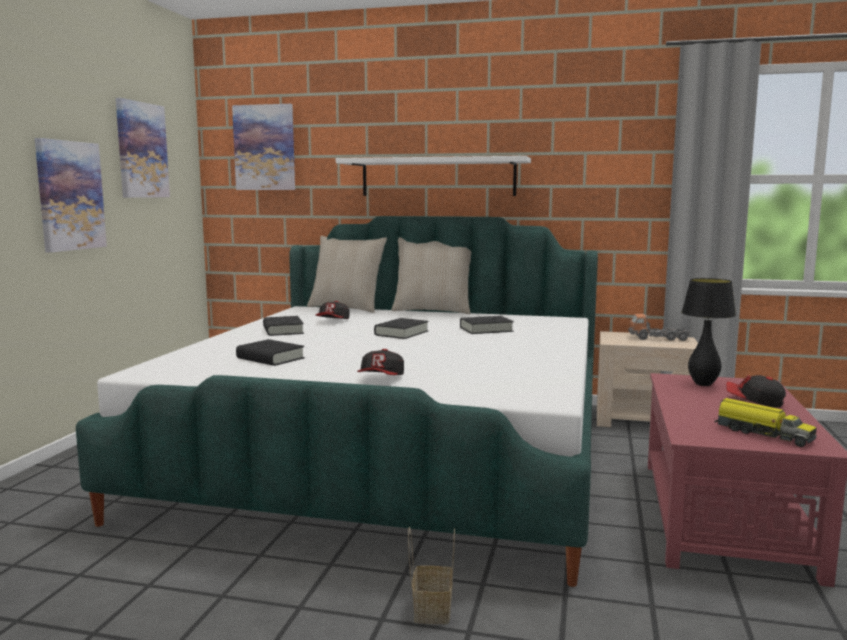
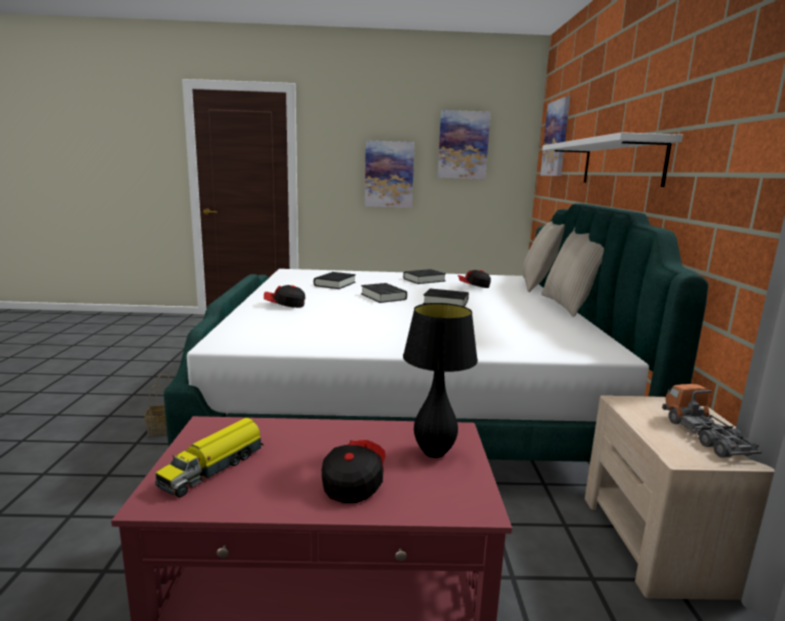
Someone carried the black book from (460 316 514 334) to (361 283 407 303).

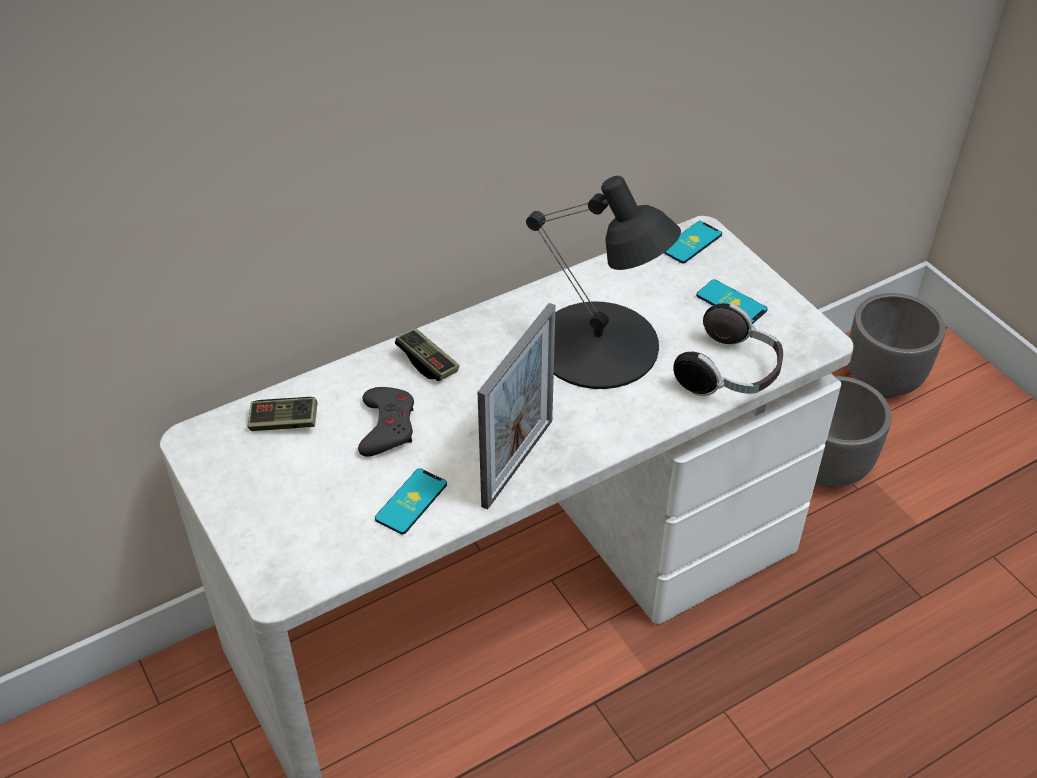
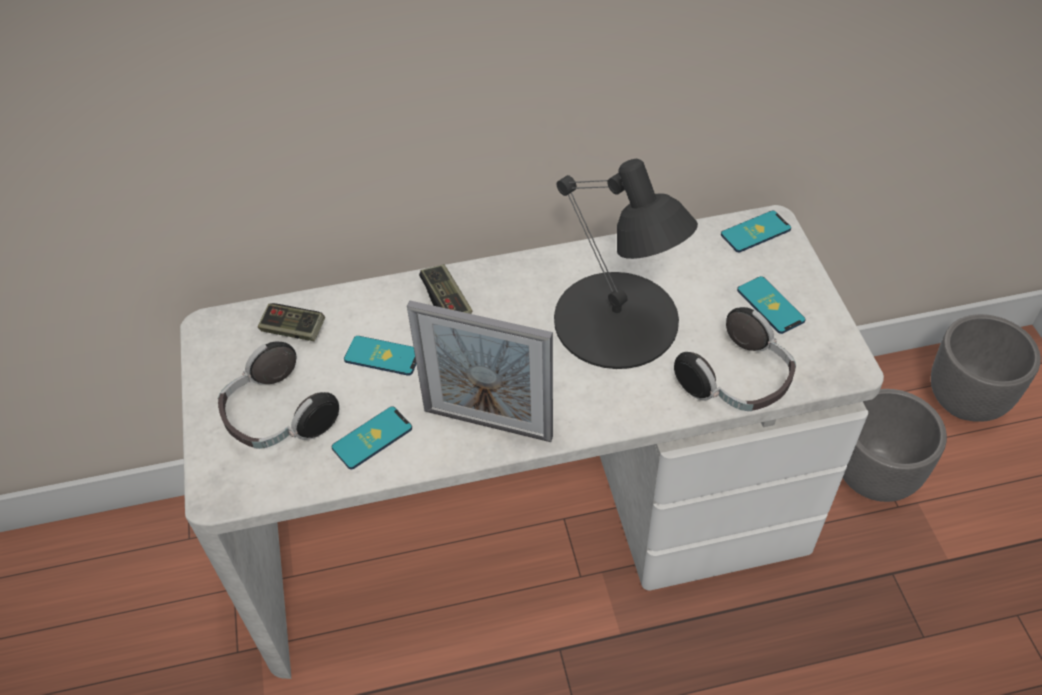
Someone put down the headphones at (218 342 339 449).
Someone swapped the grey game controller at (358 387 414 457) for the phone at (344 336 416 376).
Someone rotated the picture frame at (478 303 556 510) by 60 degrees clockwise.

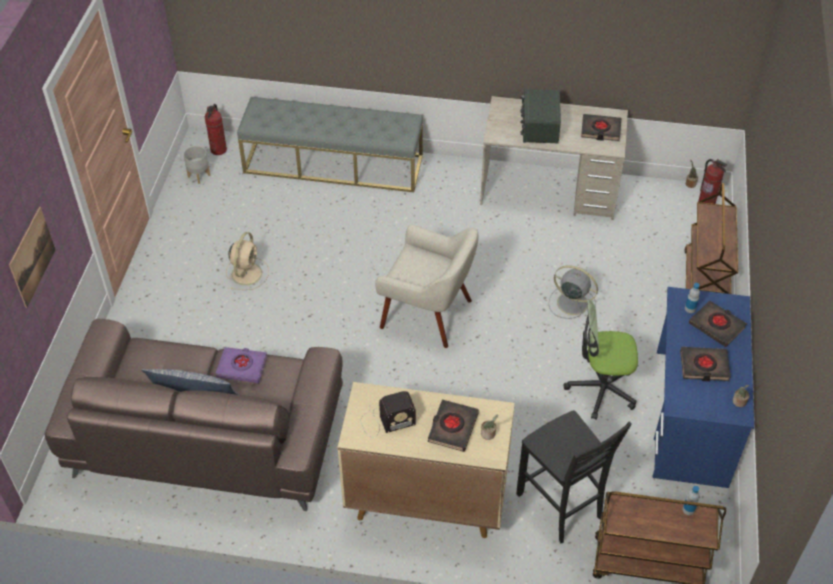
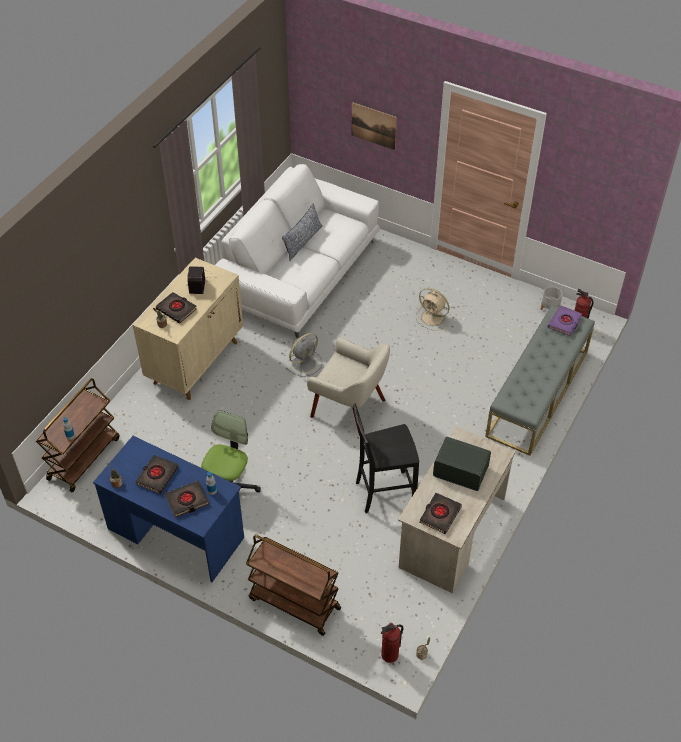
Someone repainted the brown sofa at (44 319 343 511), which became the white sofa at (215 164 380 338).
Someone carried the grey fan from (549 265 598 319) to (286 333 323 376).
Someone rotated the beige armchair at (375 225 478 348) by 105 degrees counterclockwise.
Someone carried the black chair from (516 410 632 543) to (353 403 419 513).
Someone carried the purple book from (215 347 267 383) to (548 305 582 336).

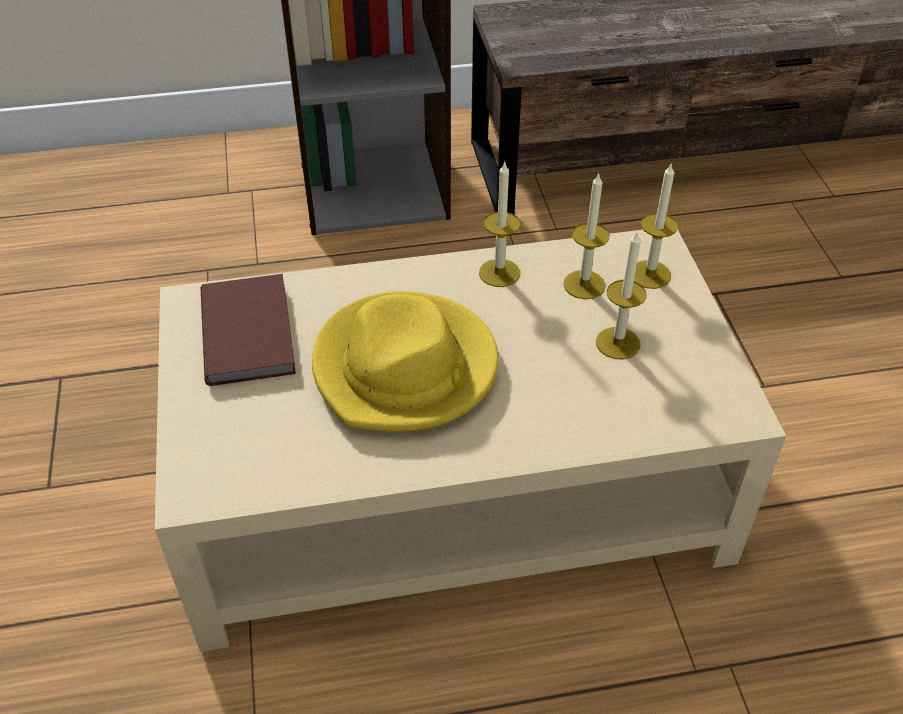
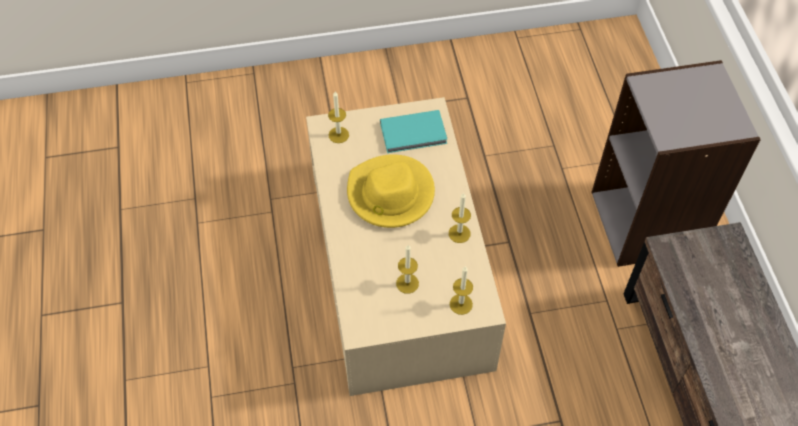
Someone carried the candle from (563 172 610 299) to (328 91 349 143).
Someone repainted the brown book at (201 274 296 386), which became the turquoise book at (380 110 448 153).

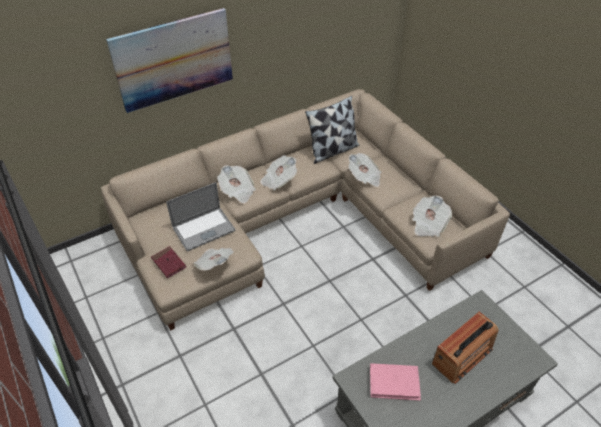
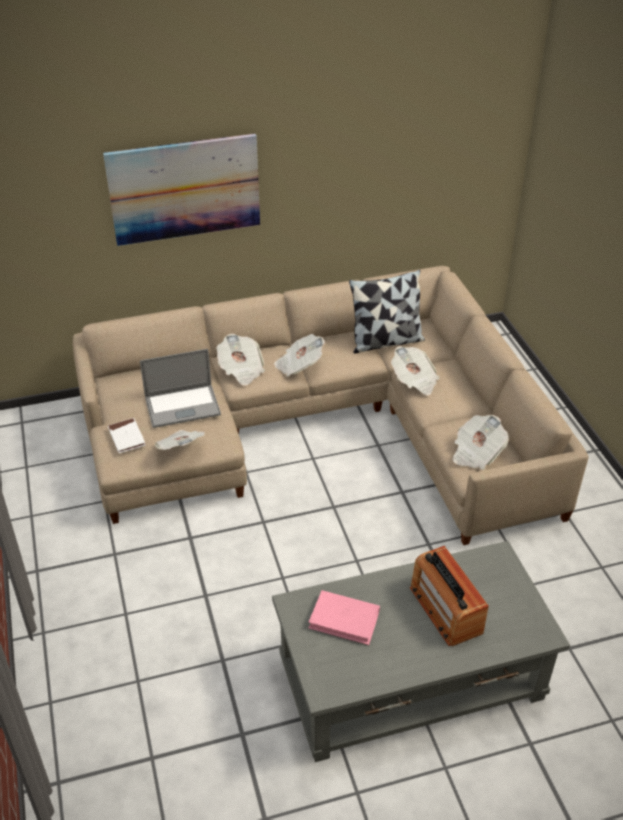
Someone repainted the red book at (151 246 186 278), which became the white book at (108 418 146 453).
Someone rotated the radio at (432 312 499 384) by 90 degrees clockwise.

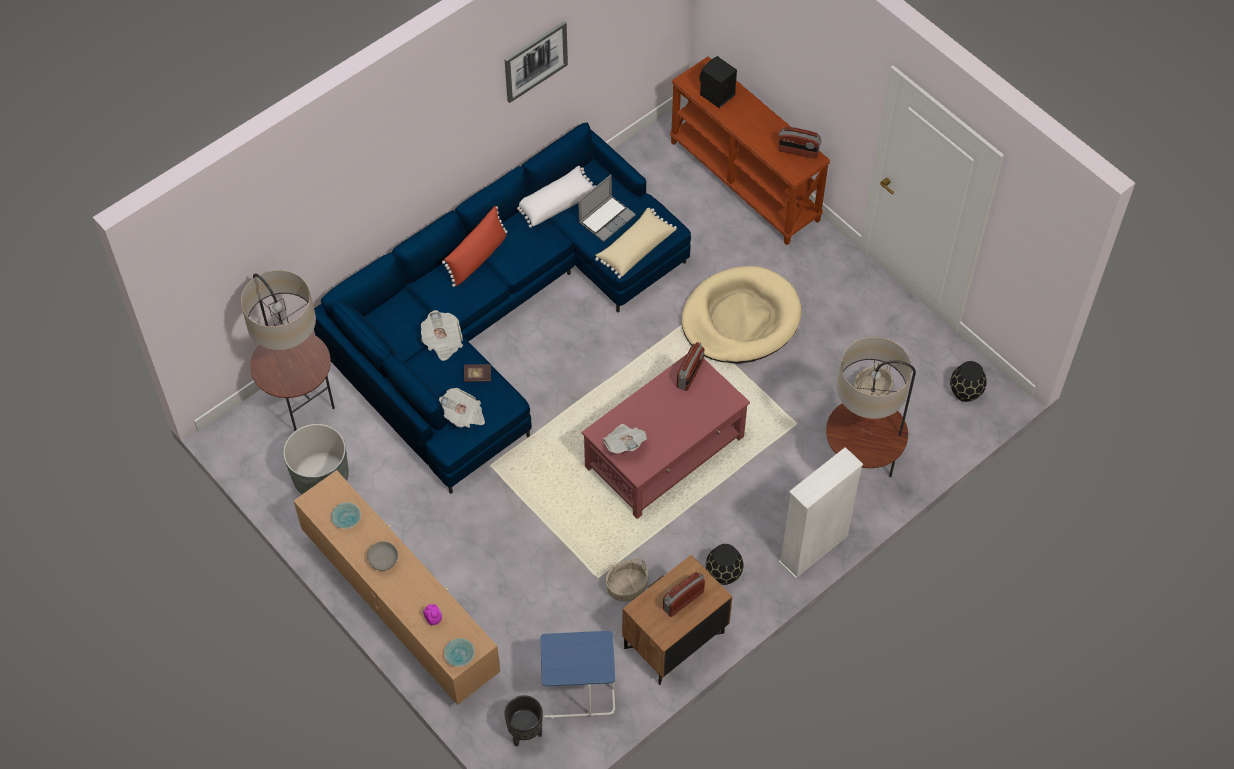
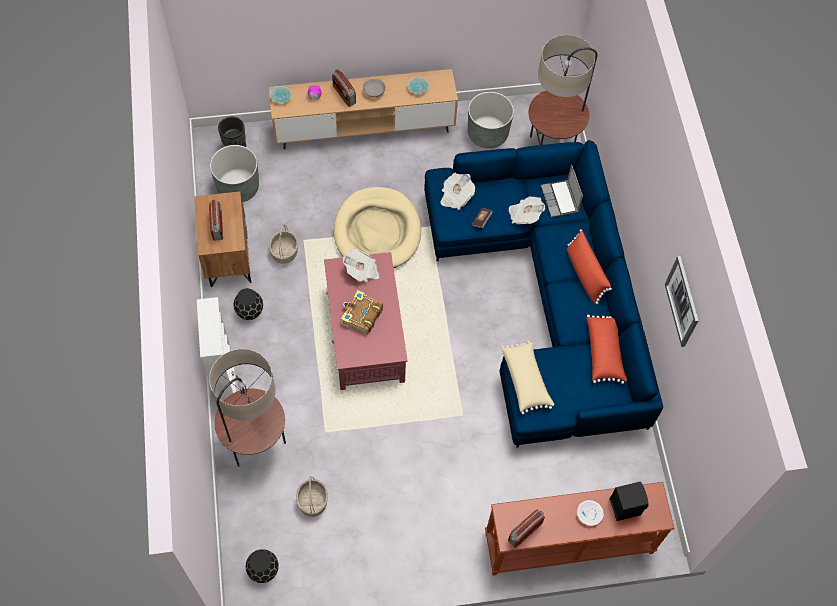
Someone swapped the blue side table at (540 631 615 718) for the grey planter at (210 145 259 202).
Someone carried the radio from (677 342 704 391) to (332 70 356 107).
Someone carried the beige dog bed from (681 266 802 363) to (334 187 421 268).
Someone put down the book at (341 290 383 335).
Someone carried the laptop from (578 175 636 242) to (541 164 583 217).
Someone put down the white bowl at (577 500 603 526).
Someone repainted the white pillow at (517 166 596 228), which became the red pillow at (587 315 627 384).

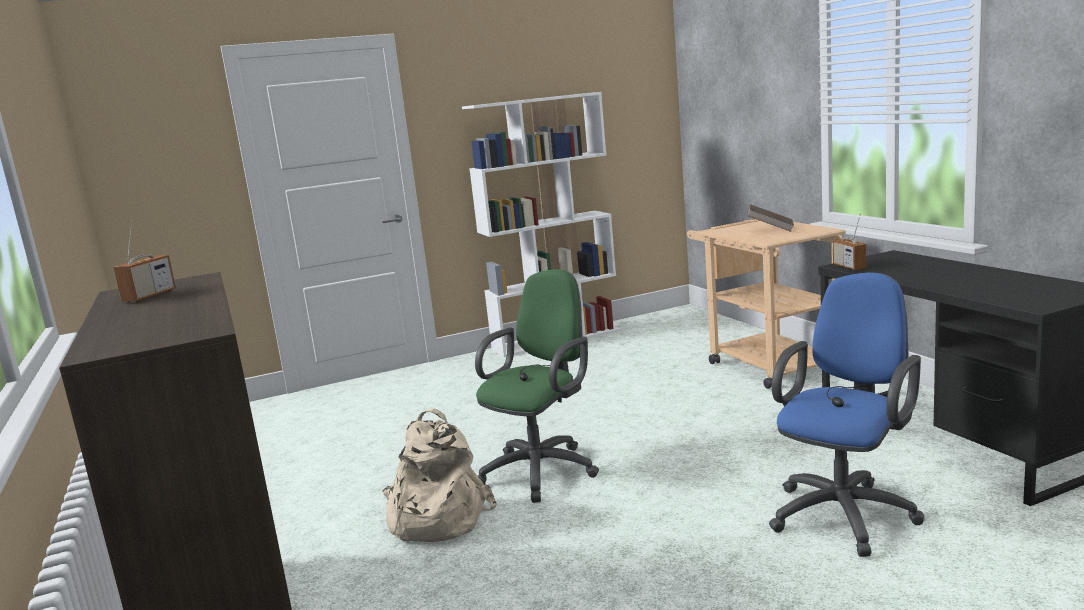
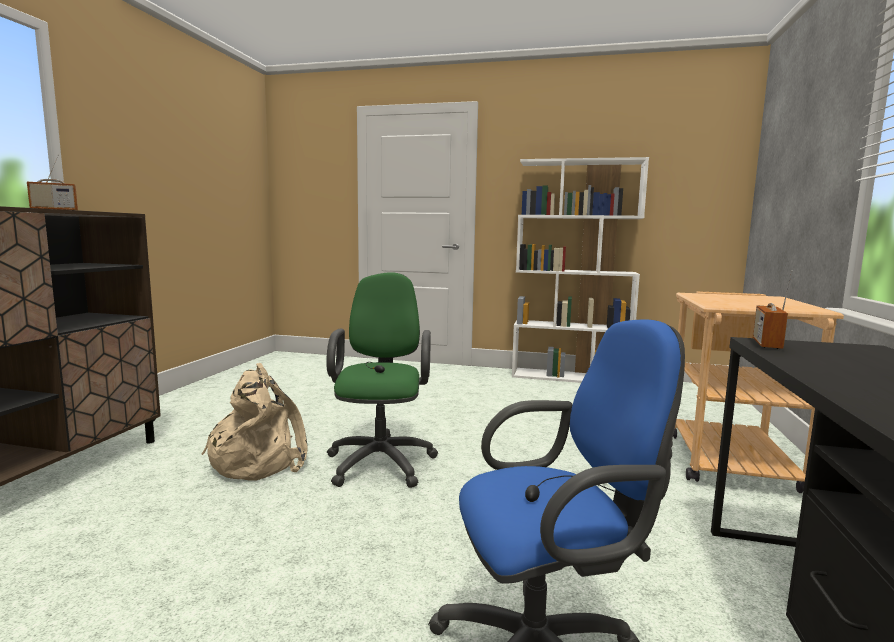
Someone rotated the green office chair at (475 269 599 503) by 75 degrees counterclockwise.
Someone took away the brown book at (747 204 794 232).

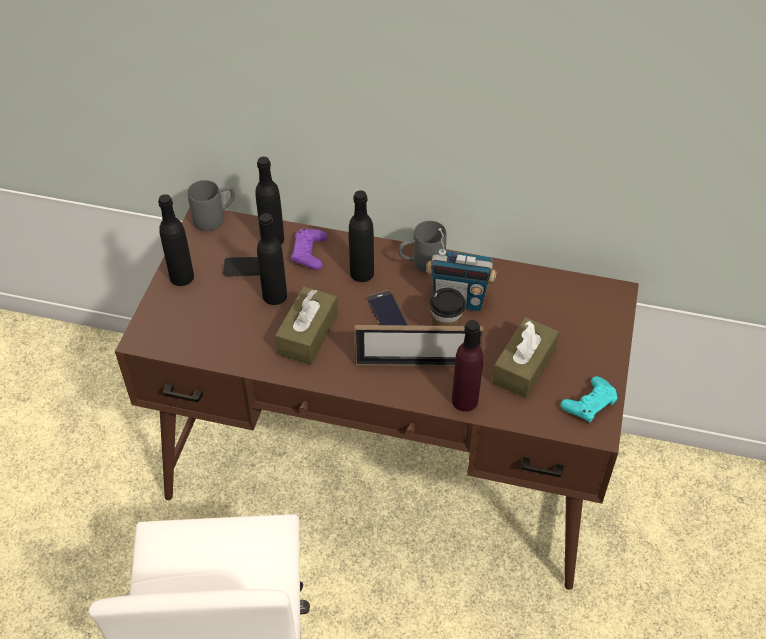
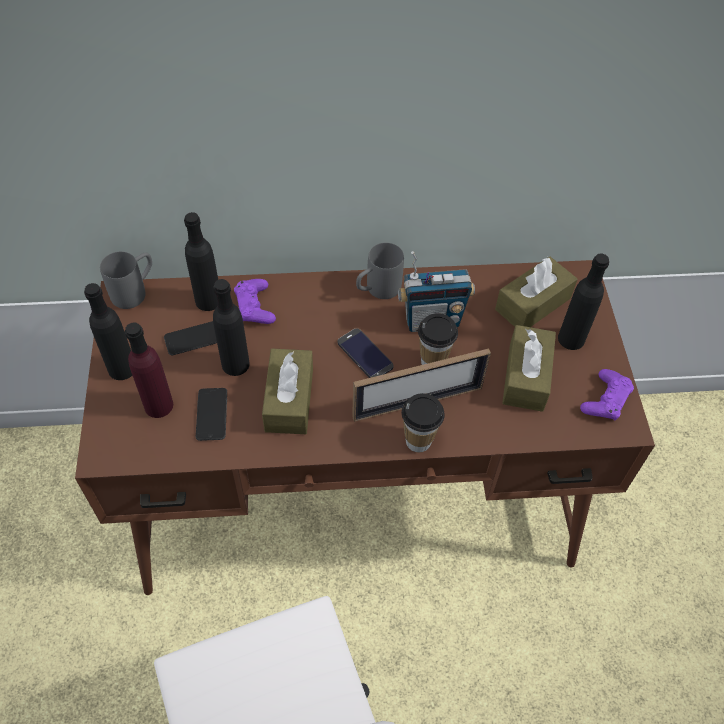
Someone carried the purple bottle from (452 320 483 412) to (125 322 173 418).
Someone put down the phone at (196 388 227 441).
Someone put down the cup at (401 393 445 452).
Someone put down the brown tissue box at (495 256 578 327).
Someone carried the black bottle from (349 190 374 282) to (558 254 609 350).
Someone repainted the turquoise game controller at (560 376 617 423), which became the purple game controller at (580 369 634 420).

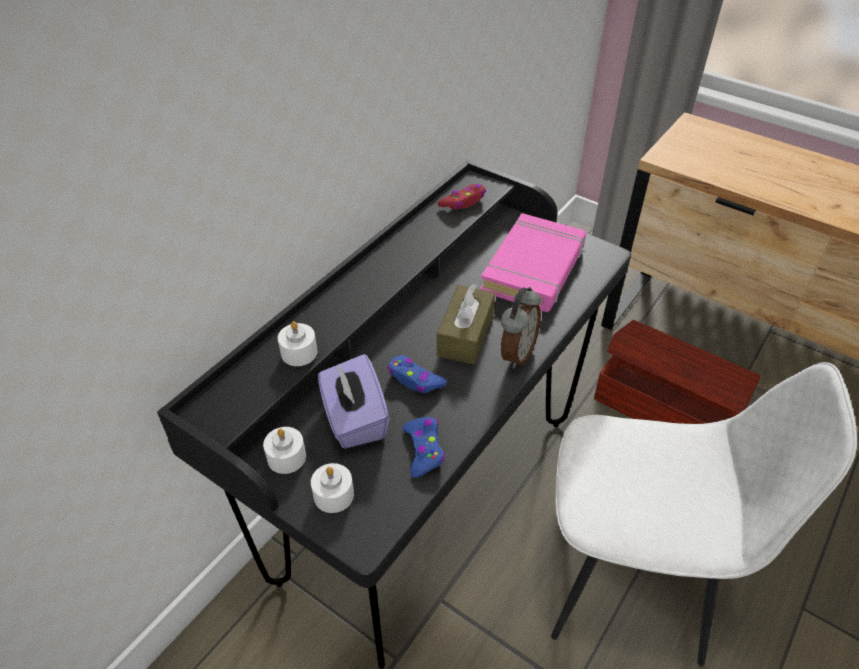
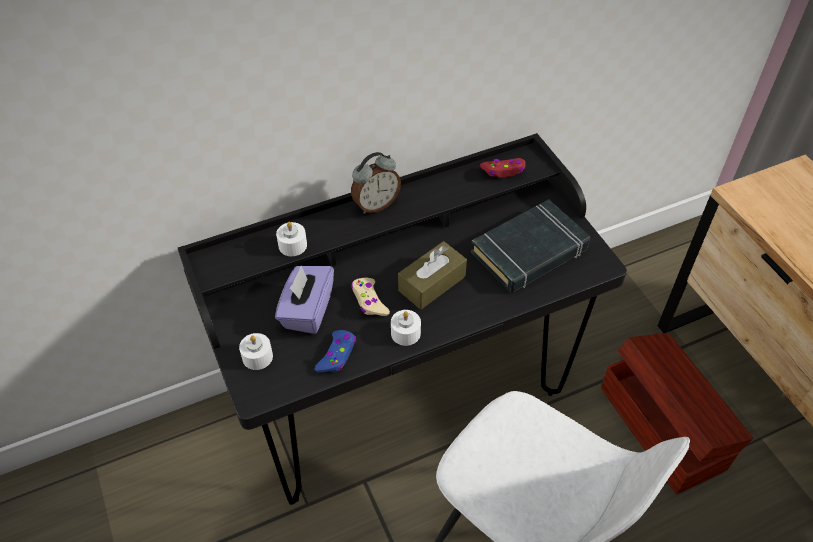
Someone carried the alarm clock from (501 287 541 369) to (351 152 401 214).
Someone repainted the blue game controller at (387 355 447 393), which became the beige game controller at (351 278 390 316).
Someone carried the white candle from (263 427 306 474) to (391 310 421 346).
Someone repainted the pink book at (480 213 586 312), which became the black book at (471 199 590 293).

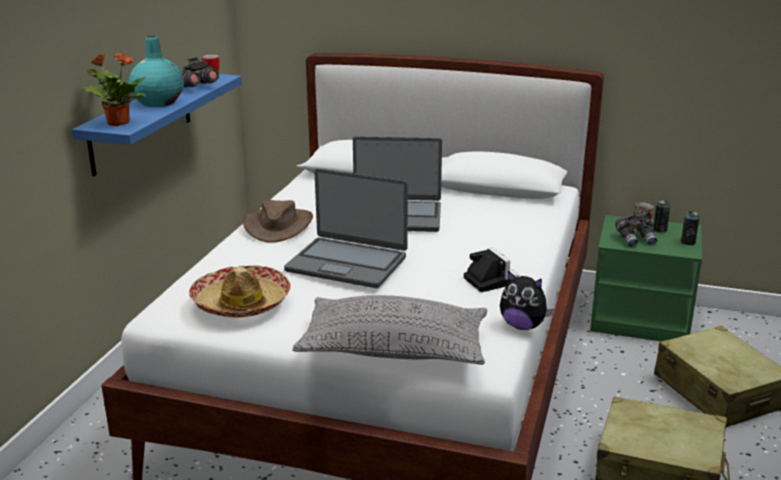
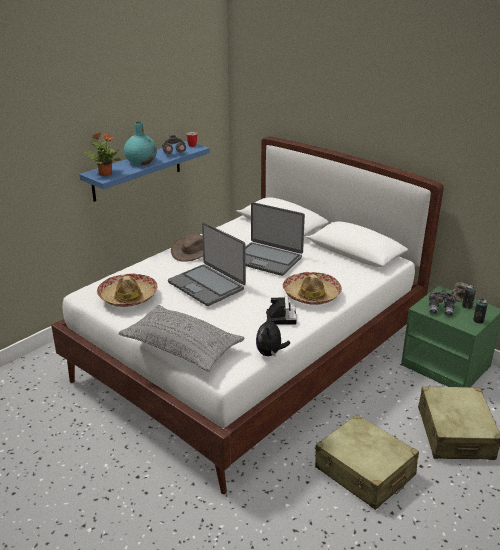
Someone rotated the plush toy at (500 271 554 330) by 45 degrees clockwise.
Someone put down the hat at (283 272 342 305).

